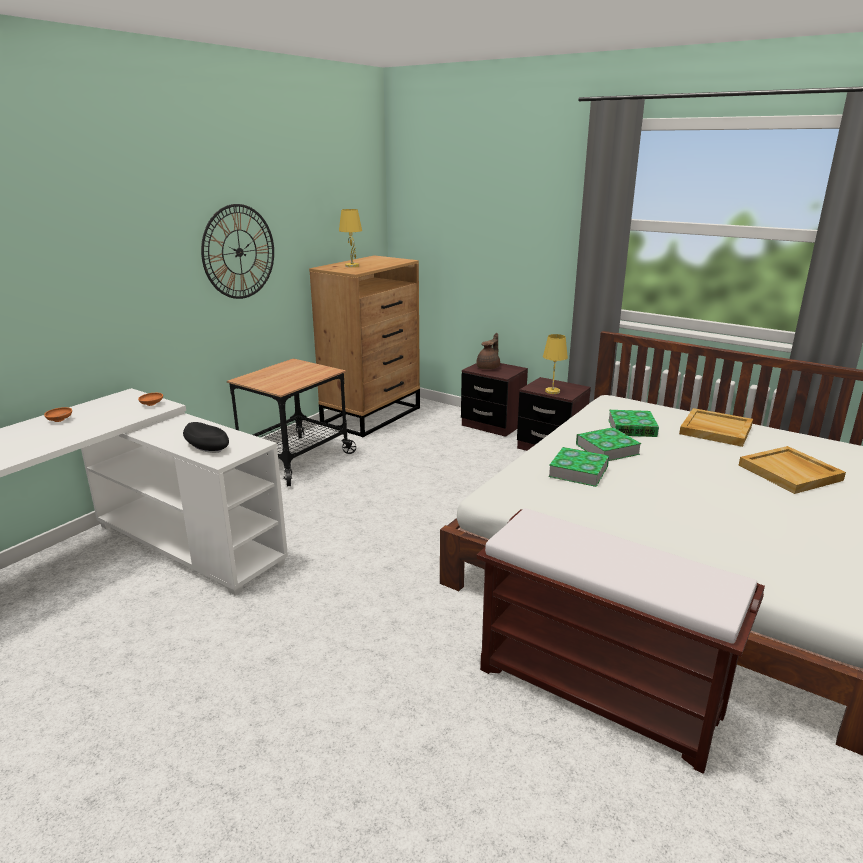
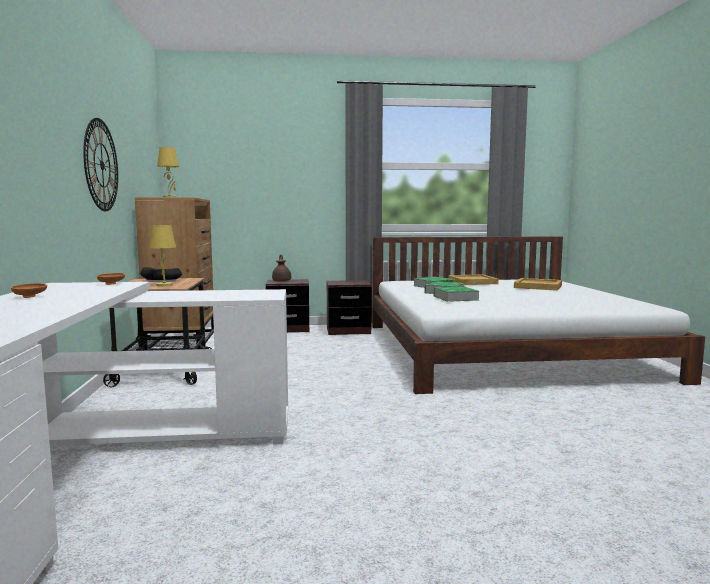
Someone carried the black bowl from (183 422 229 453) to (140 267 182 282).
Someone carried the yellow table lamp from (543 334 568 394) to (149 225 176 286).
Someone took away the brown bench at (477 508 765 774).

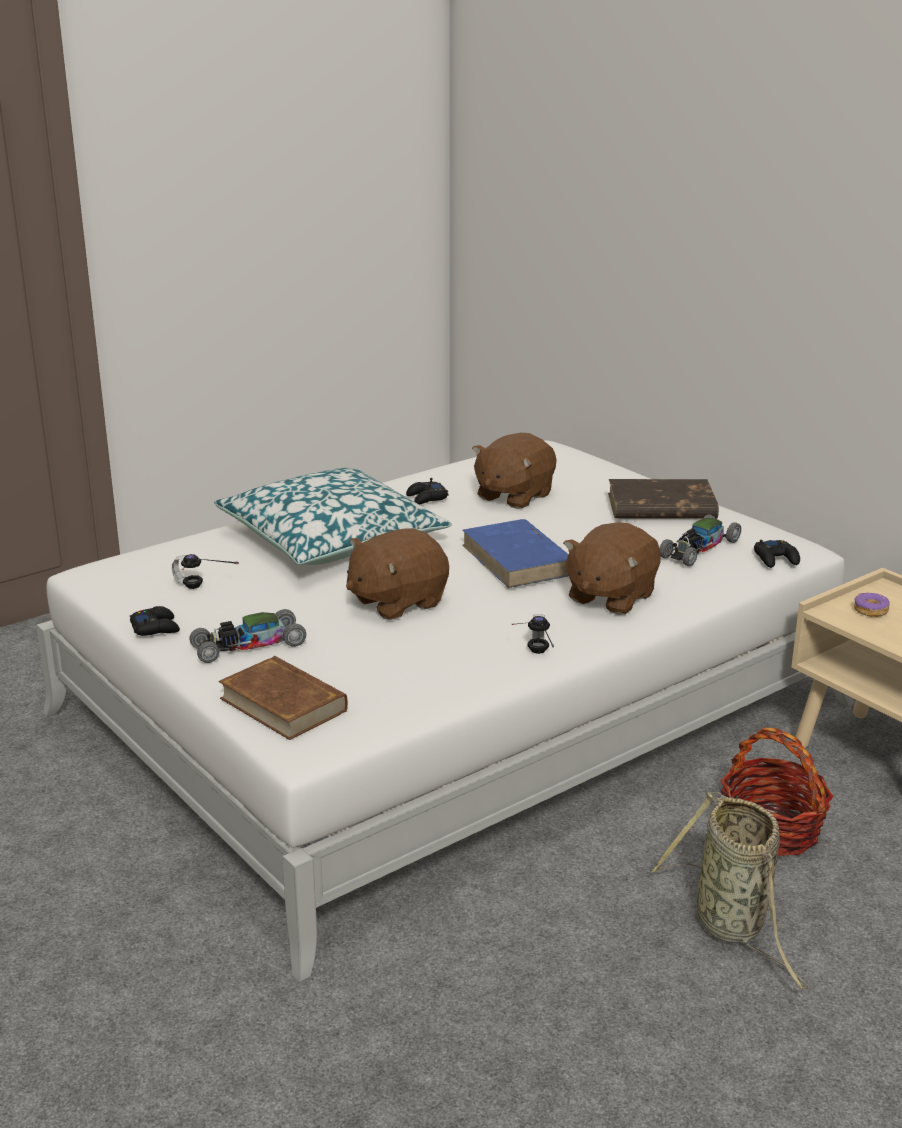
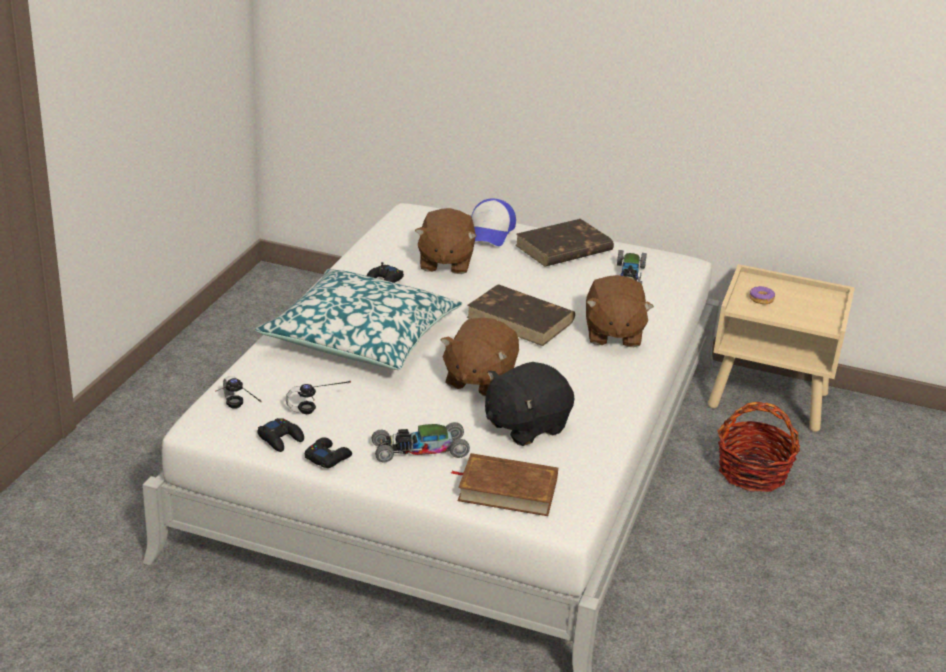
Someone carried the headphones from (511 614 554 654) to (215 376 262 409).
Someone carried the black game controller from (754 540 800 568) to (257 418 304 452).
Someone rotated the toy car at (189 609 306 663) by 45 degrees clockwise.
Someone repainted the blue book at (462 519 569 588), which became the brown book at (466 284 575 346).
Someone put down the cap at (471 198 516 246).
Someone put down the black plush toy at (485 362 575 446).
Someone took away the basket at (651 792 809 990).

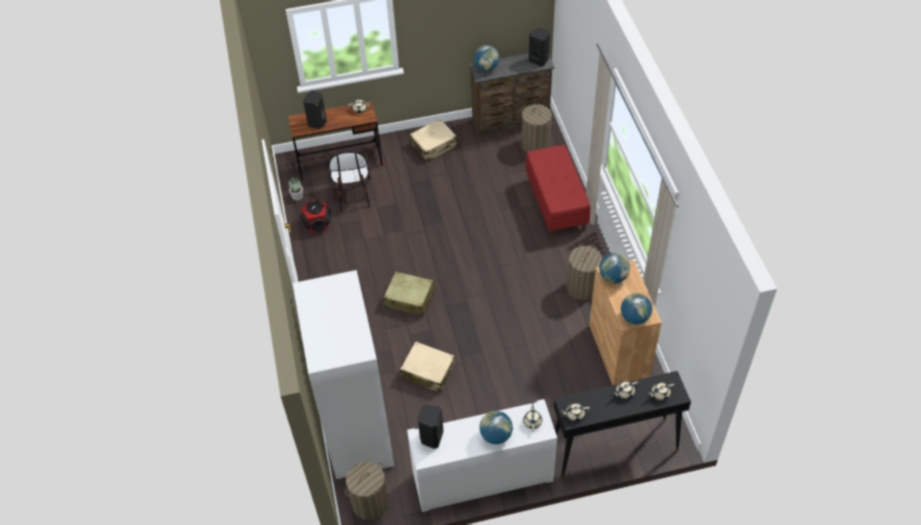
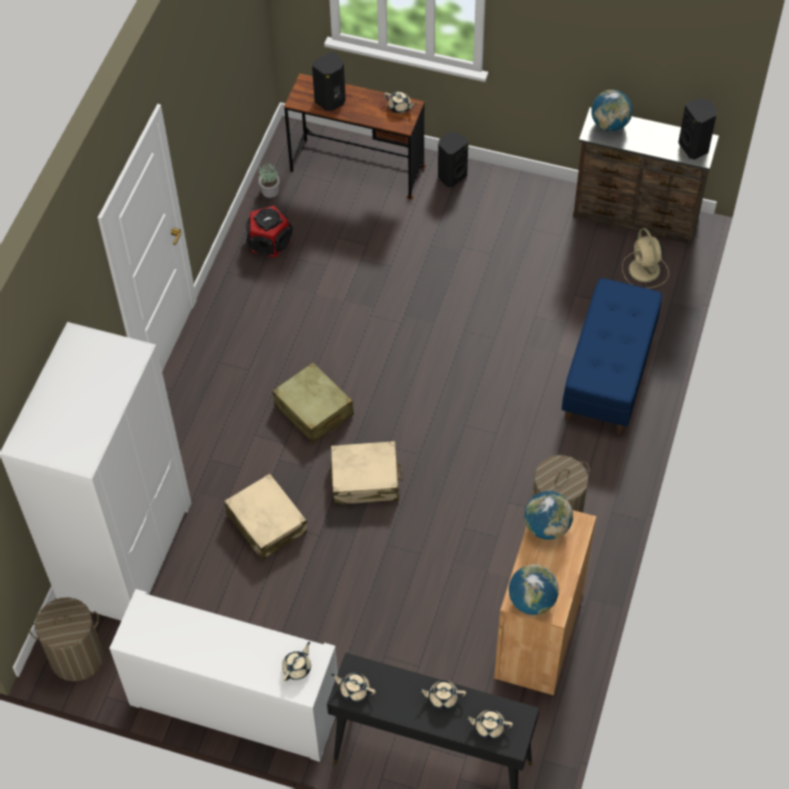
Someone carried the beige suitcase from (410 119 458 162) to (331 441 403 505).
Someone carried the black speaker from (417 405 443 449) to (438 132 468 187).
Someone repainted the red bench at (526 145 590 238), which became the blue bench at (562 278 662 435).
Someone swapped the laundry basket at (521 104 553 152) for the beige fan at (622 228 669 288).
Someone took away the chair at (328 146 370 211).
Someone took away the globe at (479 411 513 444).

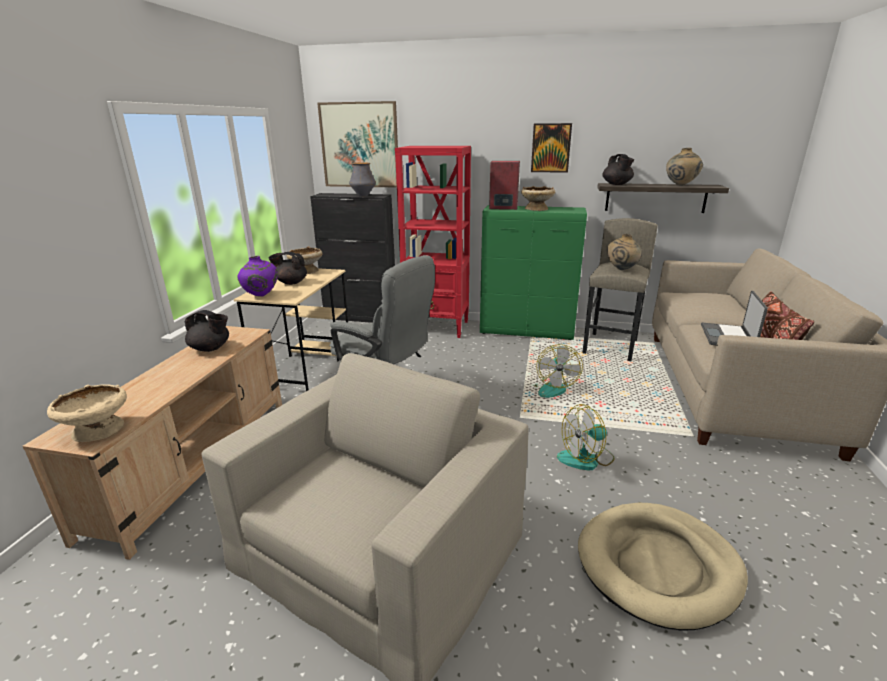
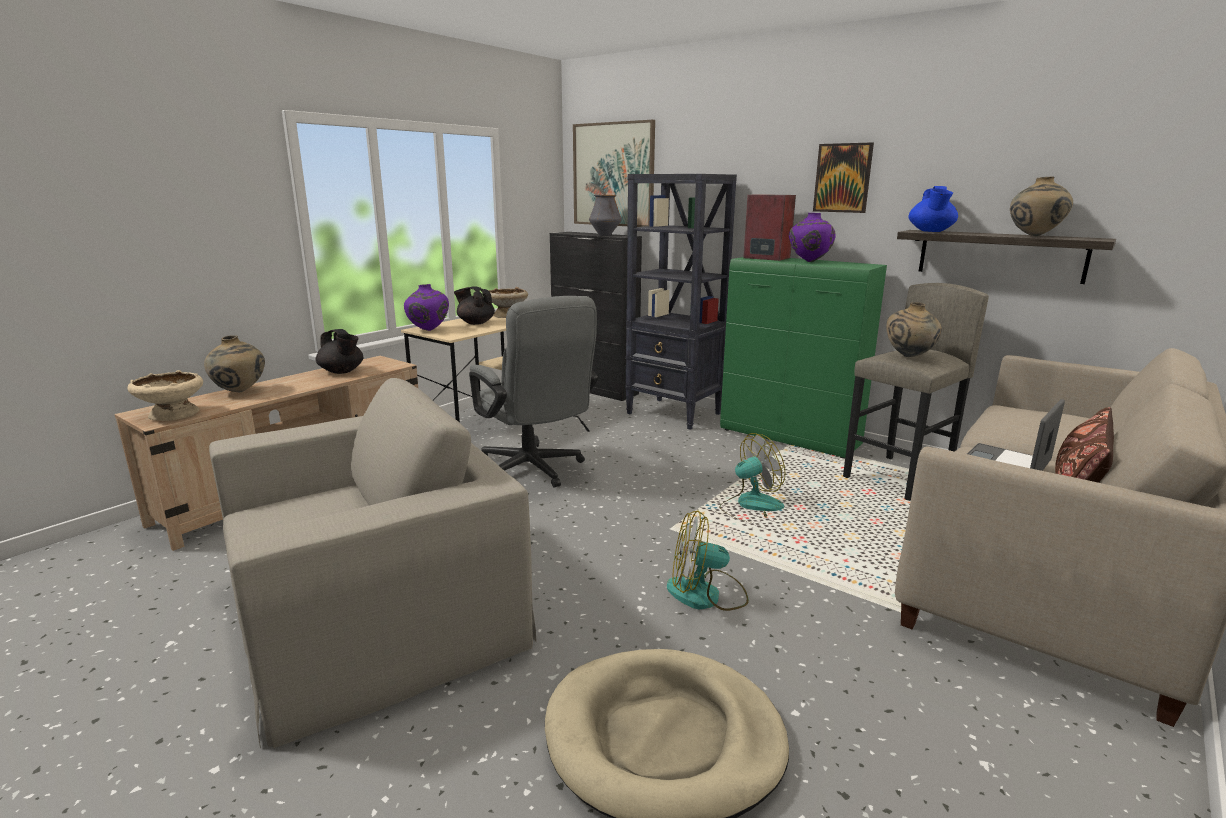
Someone put down the beige vase at (204 335 265 392).
Someone repainted the red bookcase at (395 146 471 338), which became the black bookcase at (625 174 737 430).
Someone rotated the fan at (533 344 583 398) by 150 degrees counterclockwise.
Someone swapped the beige bowl at (521 186 555 211) for the purple vase at (789 213 836 262).
Someone repainted the black teapot at (603 154 634 185), which became the blue teapot at (908 186 958 232).

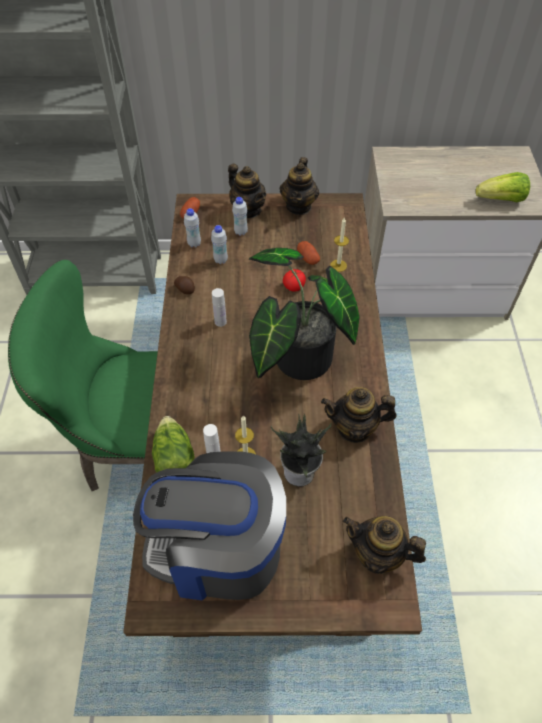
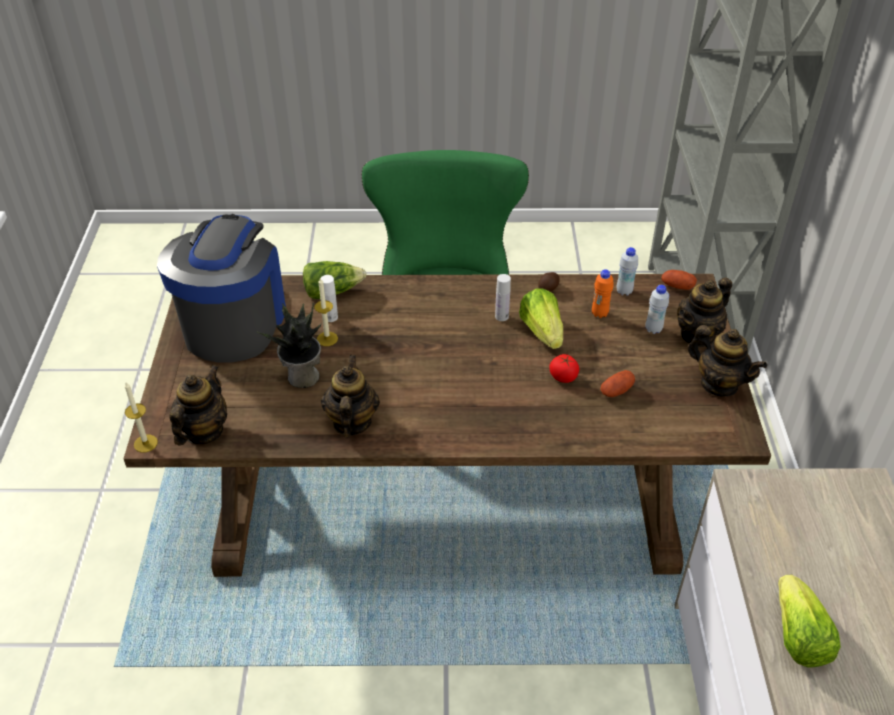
Someone carried the candle from (330 218 349 272) to (125 382 158 453).
Someone put down the lettuce at (519 288 563 349).
Someone repainted the white bottle at (211 225 228 264), which became the orange bottle at (592 269 614 318).
Someone rotated the teapot at (280 157 319 215) by 150 degrees counterclockwise.
Someone took away the potted plant at (249 248 359 380).

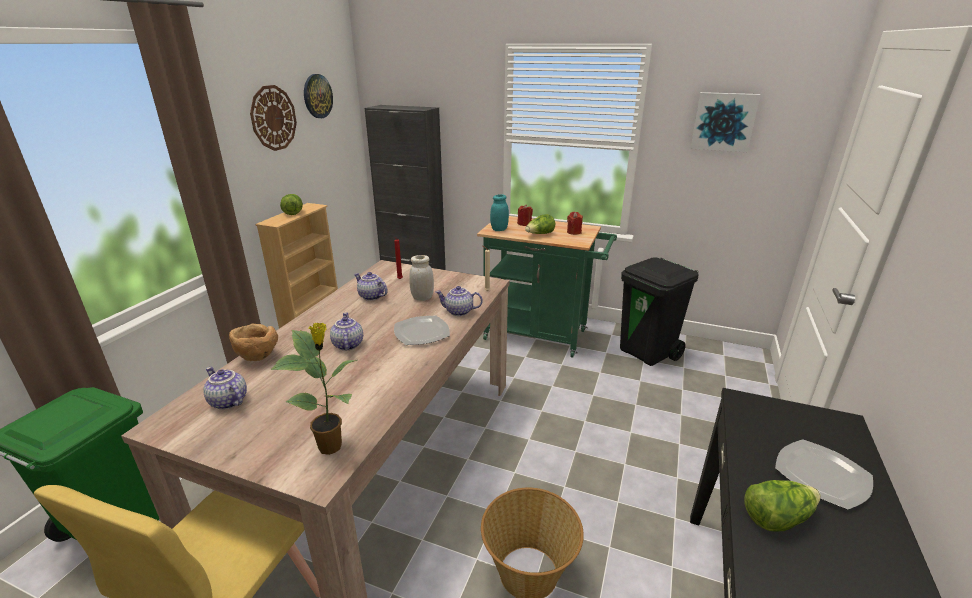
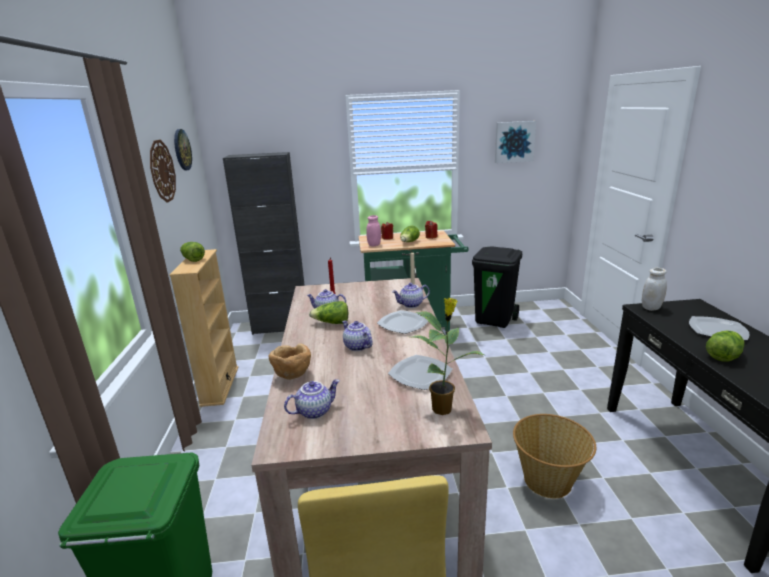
Someone rotated the teapot at (203 367 247 410) by 135 degrees clockwise.
Someone put down the lettuce at (309 301 348 324).
Someone repainted the turquoise jar at (490 194 509 231), which became the pink jar at (366 215 381 247).
Someone put down the plate at (388 355 452 390).
Someone carried the white jar from (409 255 434 301) to (642 268 667 311).

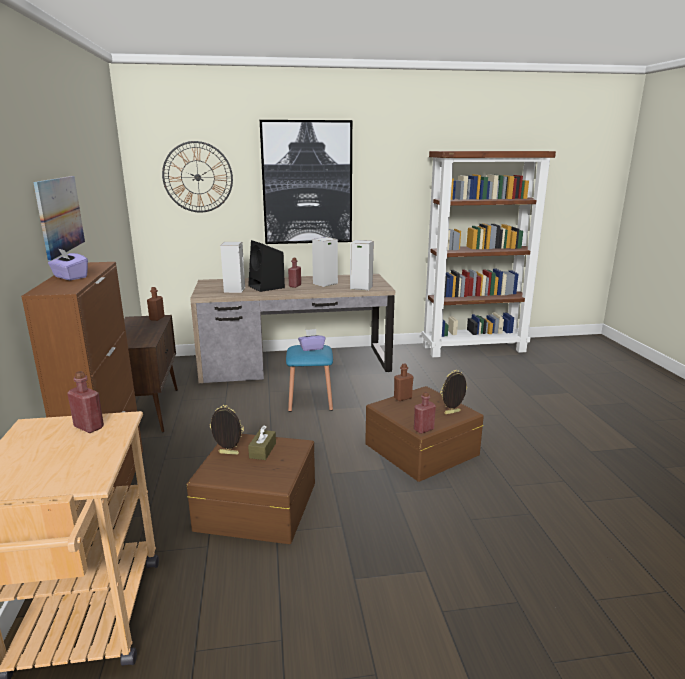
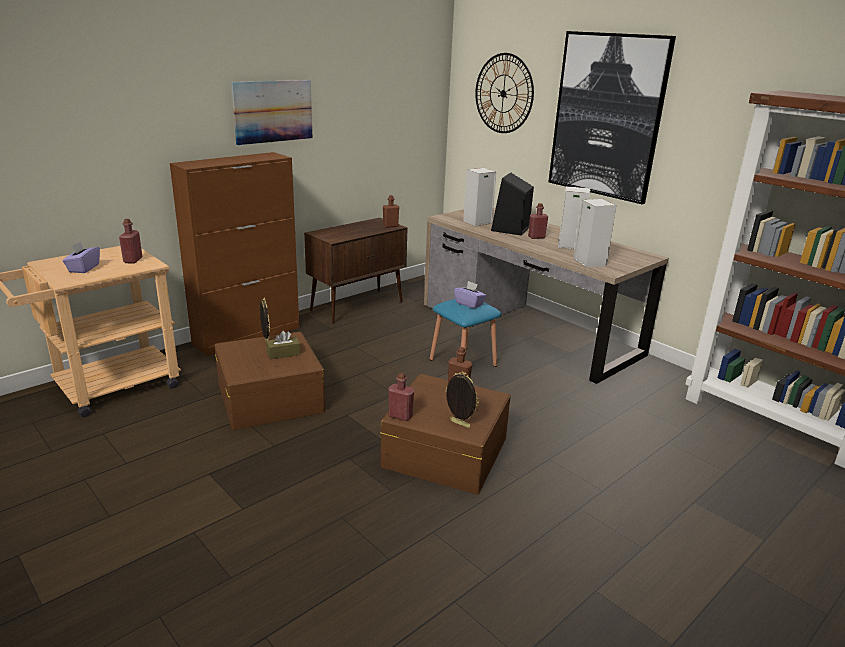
Someone carried the purple tissue box from (48 248 88 280) to (63 241 100 273).

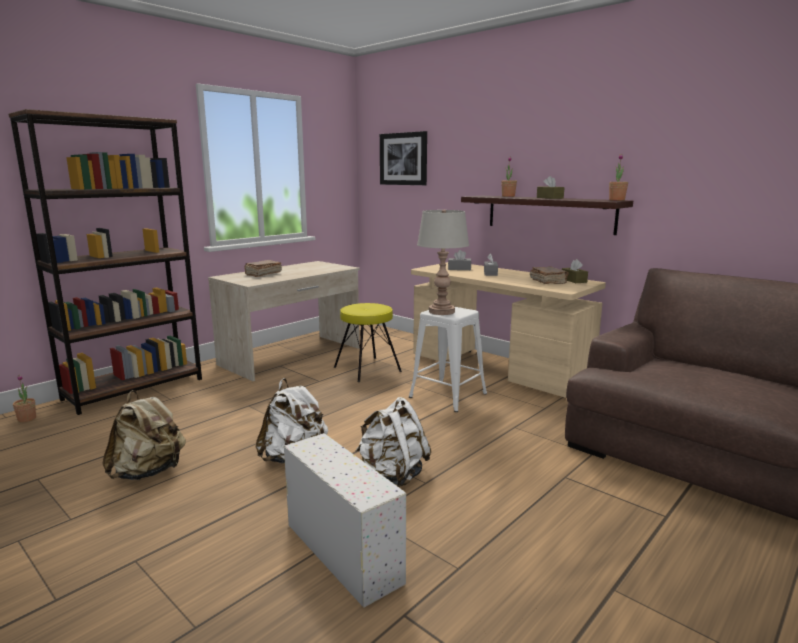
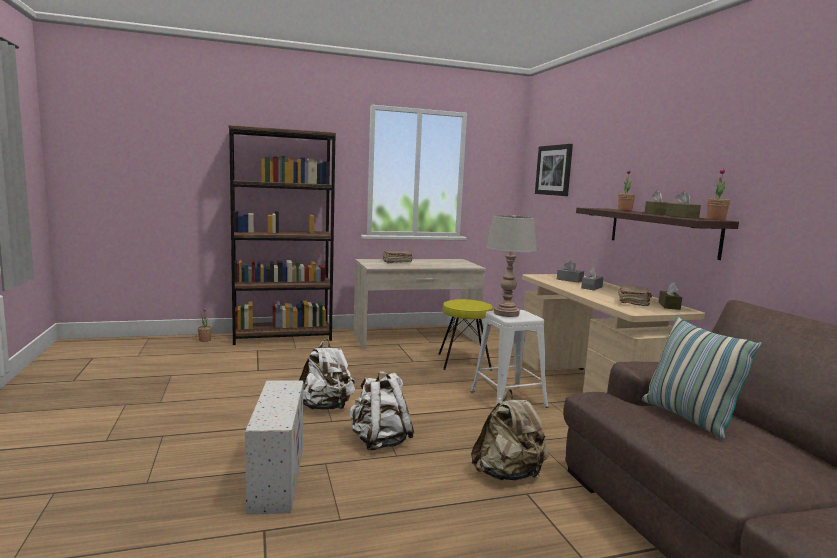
Someone carried the beige backpack from (102 390 186 480) to (471 389 549 480).
Someone put down the pillow at (642 316 762 440).
Someone put down the brown tissue box at (665 191 701 218).

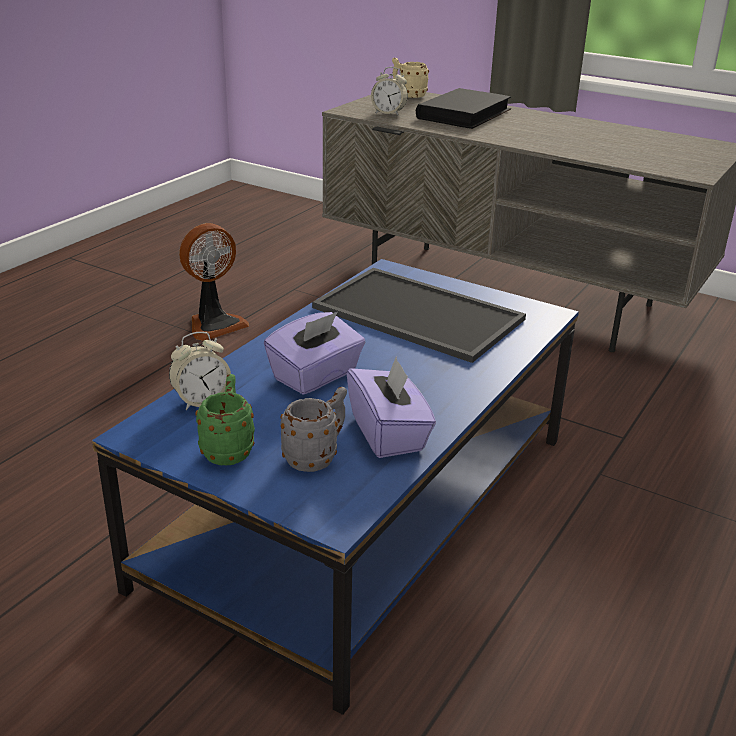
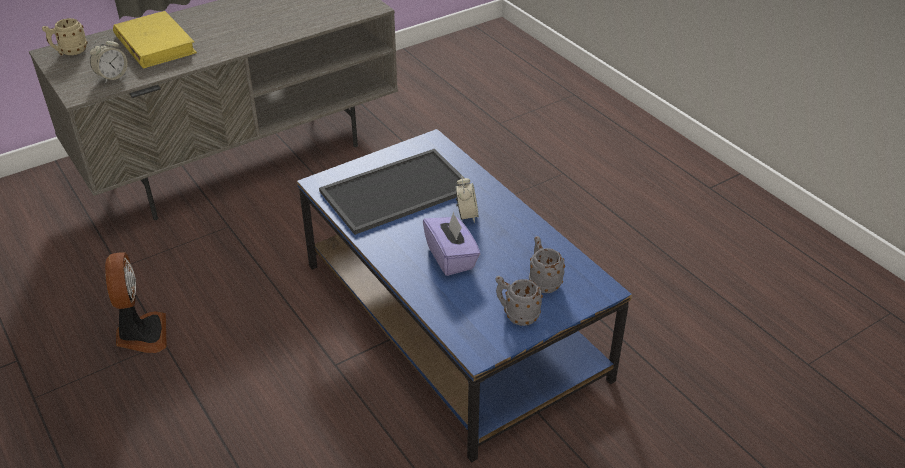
Someone repainted the black book at (416 88 511 129), which became the yellow book at (113 11 197 68).
Someone carried the alarm clock from (169 332 231 410) to (456 176 479 223).
Someone repainted the green mug at (195 374 255 465), which became the grey mug at (495 276 543 326).
Someone took away the purple tissue box at (347 356 436 458).

